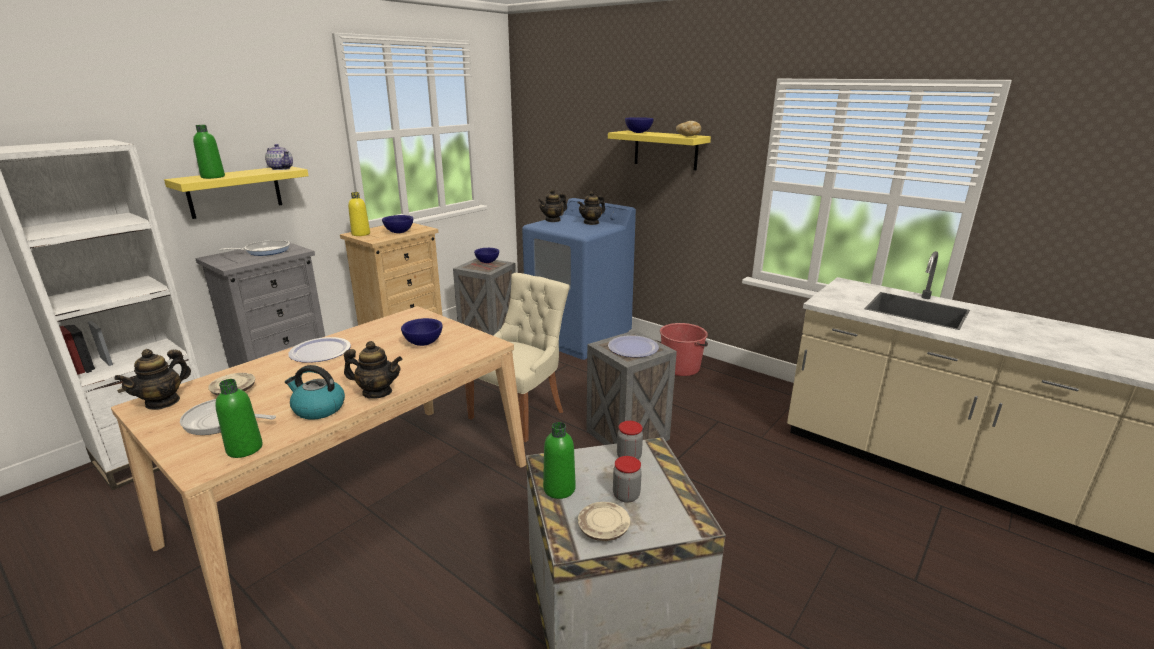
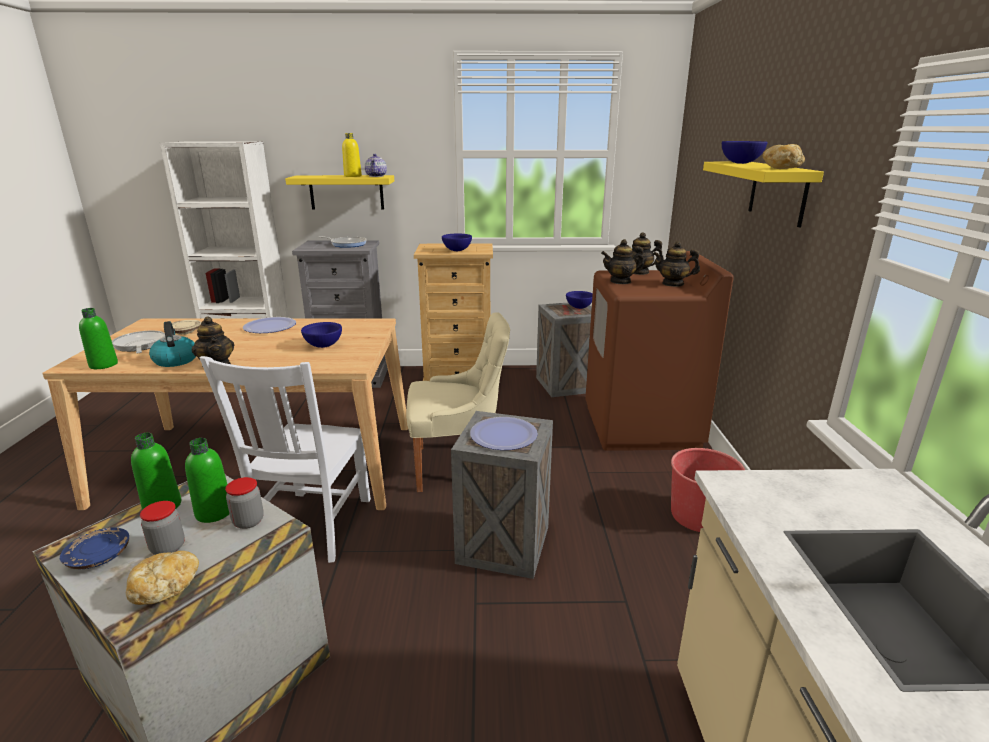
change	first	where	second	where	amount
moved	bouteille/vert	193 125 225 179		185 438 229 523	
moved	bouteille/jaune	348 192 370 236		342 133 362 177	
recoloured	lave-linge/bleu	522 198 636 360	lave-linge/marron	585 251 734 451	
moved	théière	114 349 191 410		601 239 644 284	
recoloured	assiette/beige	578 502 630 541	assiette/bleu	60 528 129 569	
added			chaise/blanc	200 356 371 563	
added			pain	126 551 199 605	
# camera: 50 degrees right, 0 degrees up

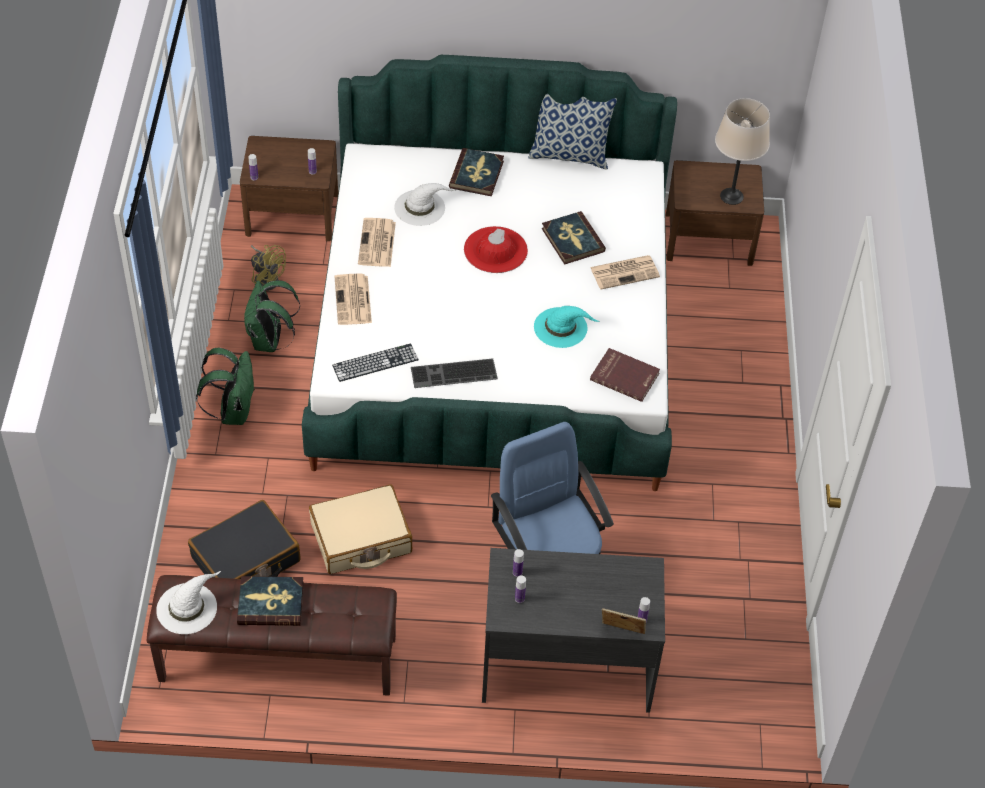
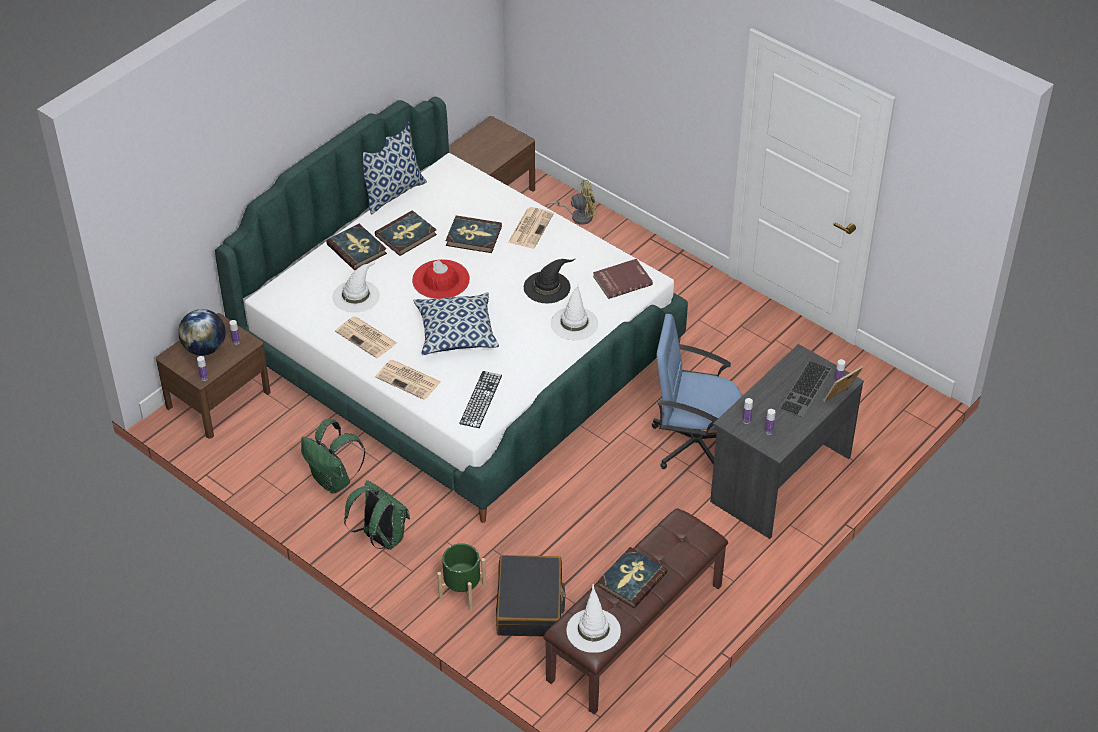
change	first	where	second	where	amount
removed	lampe de table/beige	715 98 770 205			
moved	ventilateur/jaune	251 245 286 291		545 180 597 225	
recoloured	chapeau/turquoise	534 306 600 348	chapeau/noir	524 259 575 303	
moved	clavier	411 358 498 388		779 361 833 418	
removed	valise/beige	309 485 412 574			
added			livre	375 210 437 256	
added			chapeau/blanc	551 284 598 341	
added			coussin	413 292 499 355	
added			globe	178 309 226 356	
added			cache-pot/vert	437 543 486 609	
# camera: 50 degrees left, 5 degrees down

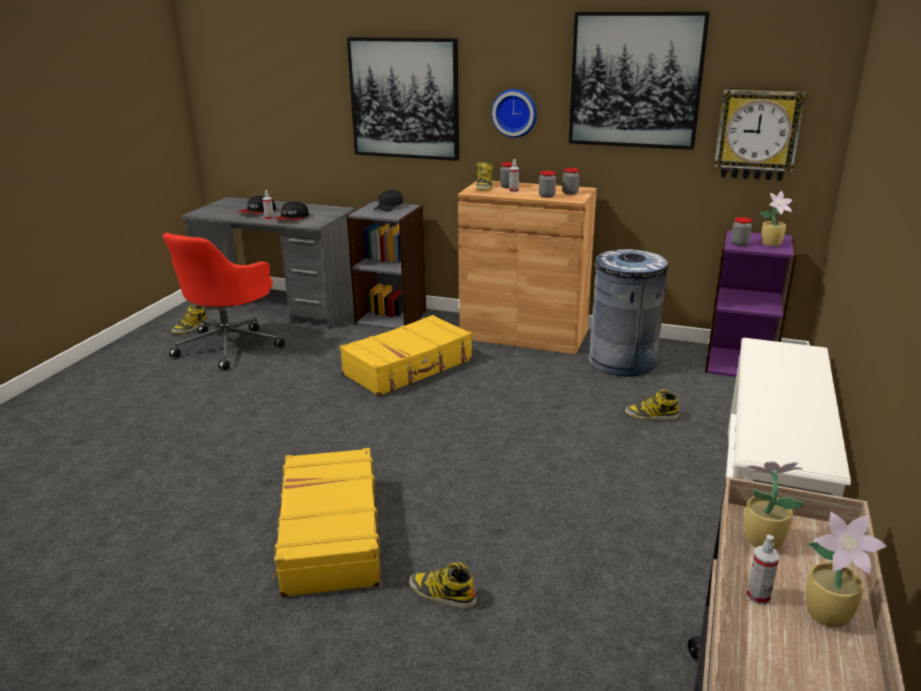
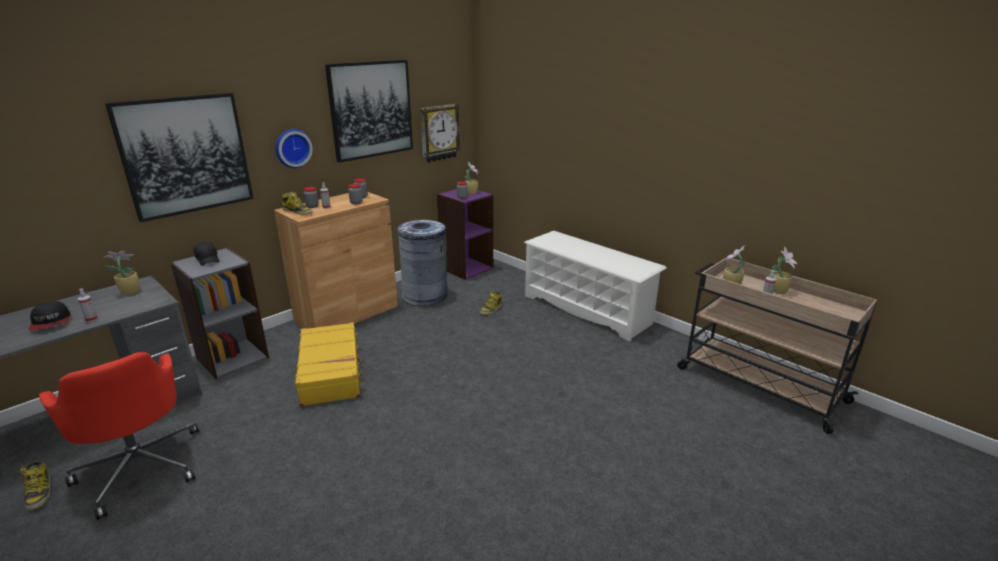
change	first	where	second	where	amount
removed	casquette	275 201 309 220			
removed	valise/jaune	272 448 381 597			
removed	botte	409 562 476 609			
added			plante en pot	104 251 139 295	
# camera: 65 degrees left, 0 degrees up

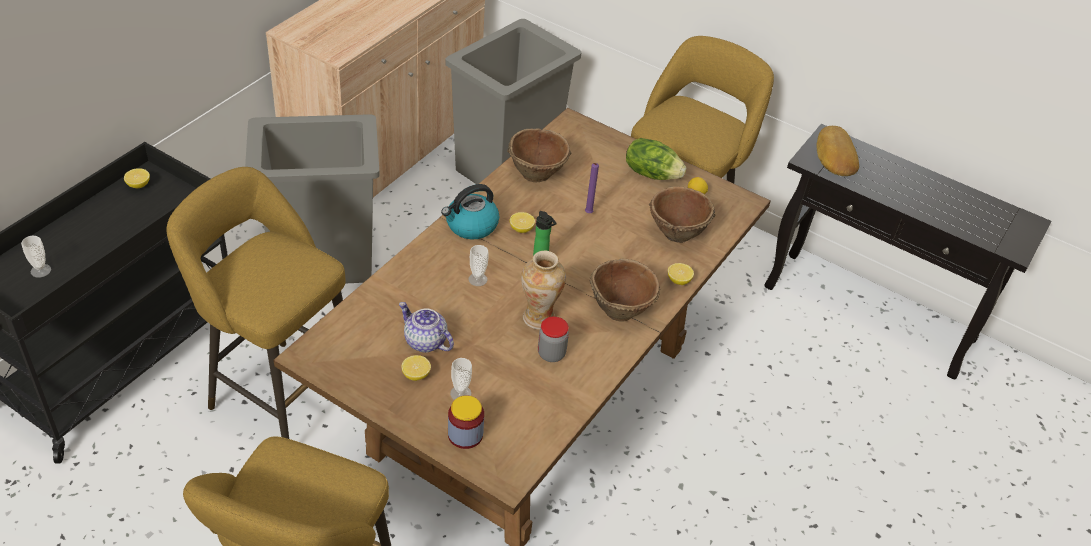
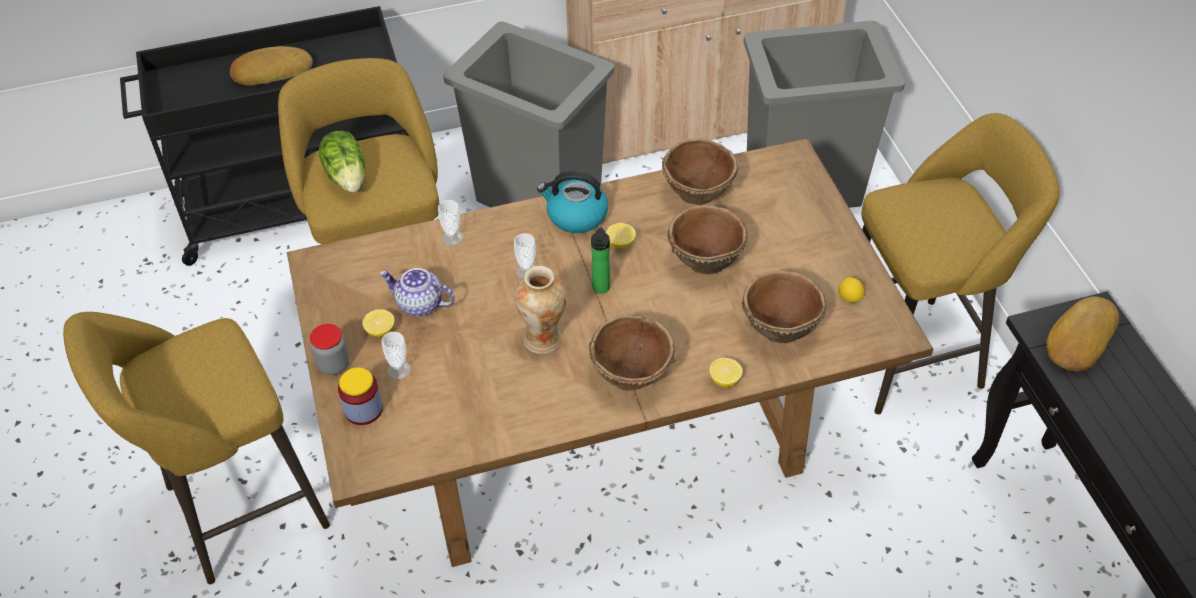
change	first	where	second	where	amount
moved	laitue	626 138 686 180		319 131 366 192	
replaced	bougie/violet	585 163 599 213	bol/marron	667 205 748 274	
removed	citron	124 168 150 188			
moved	tasse	21 236 51 278		438 200 463 246	
turned	théière	399 302 454 353		379 268 455 316	60 degrees counterclockwise
moved	bocal	538 316 569 362		310 324 349 375	
added			pain	230 46 313 86	
# camera: 45 degrees right, 5 degrees up

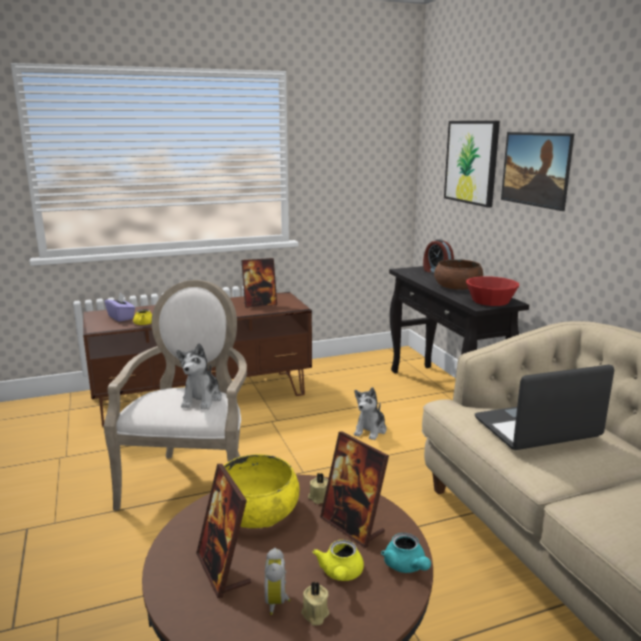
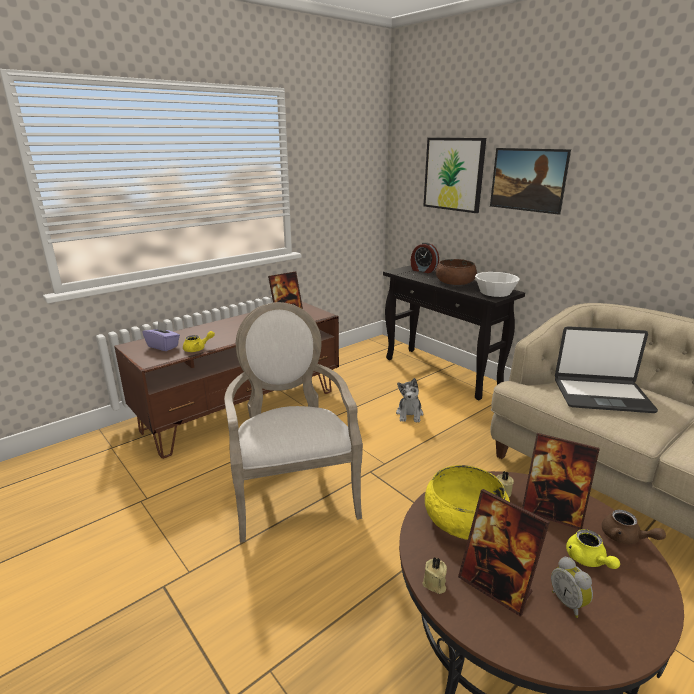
change	first	where	second	where	amount
recoloured	bol/rouge	466 276 519 306	bol/blanc	475 272 520 297	
removed	peluche	176 343 222 410			
turned	ordinateur portable	475 365 614 450		555 326 658 413	135 degrees counterclockwise
recoloured	théière/turquoise	381 533 431 573	théière/marron	602 510 666 545	
moved	bougie/beige	301 582 329 626		423 557 447 594	
# camera: 20 degrees left, 5 degrees up

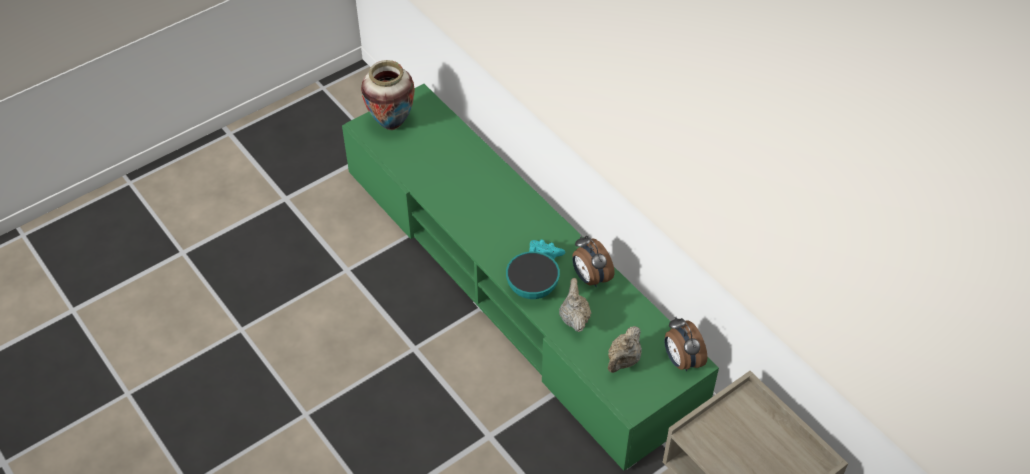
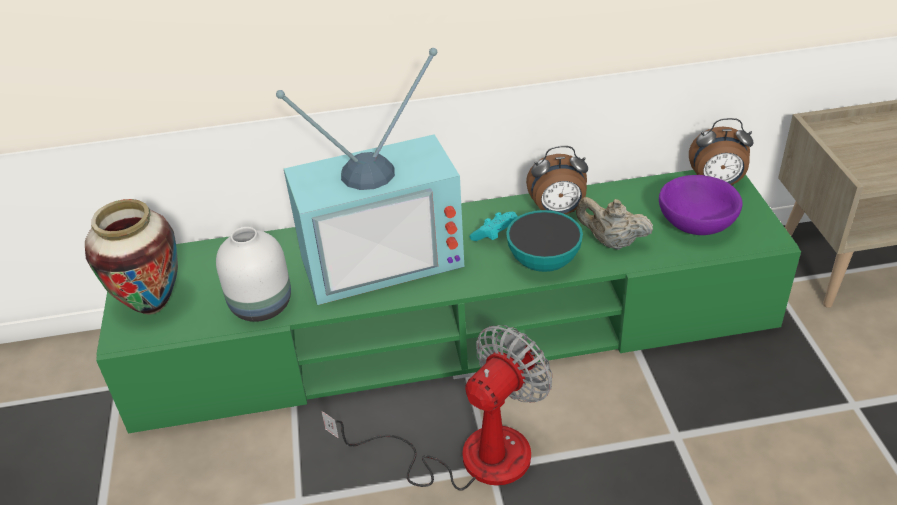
change	first	where	second	where	amount
replaced	théière/beige	608 326 642 373	bol/violet	659 175 743 235	
added			téléviseur	276 48 464 305	
added			vase/blanc	216 227 291 322	
added			ventilateur	321 325 552 491	
# camera: 60 degrees left, 10 degrees down

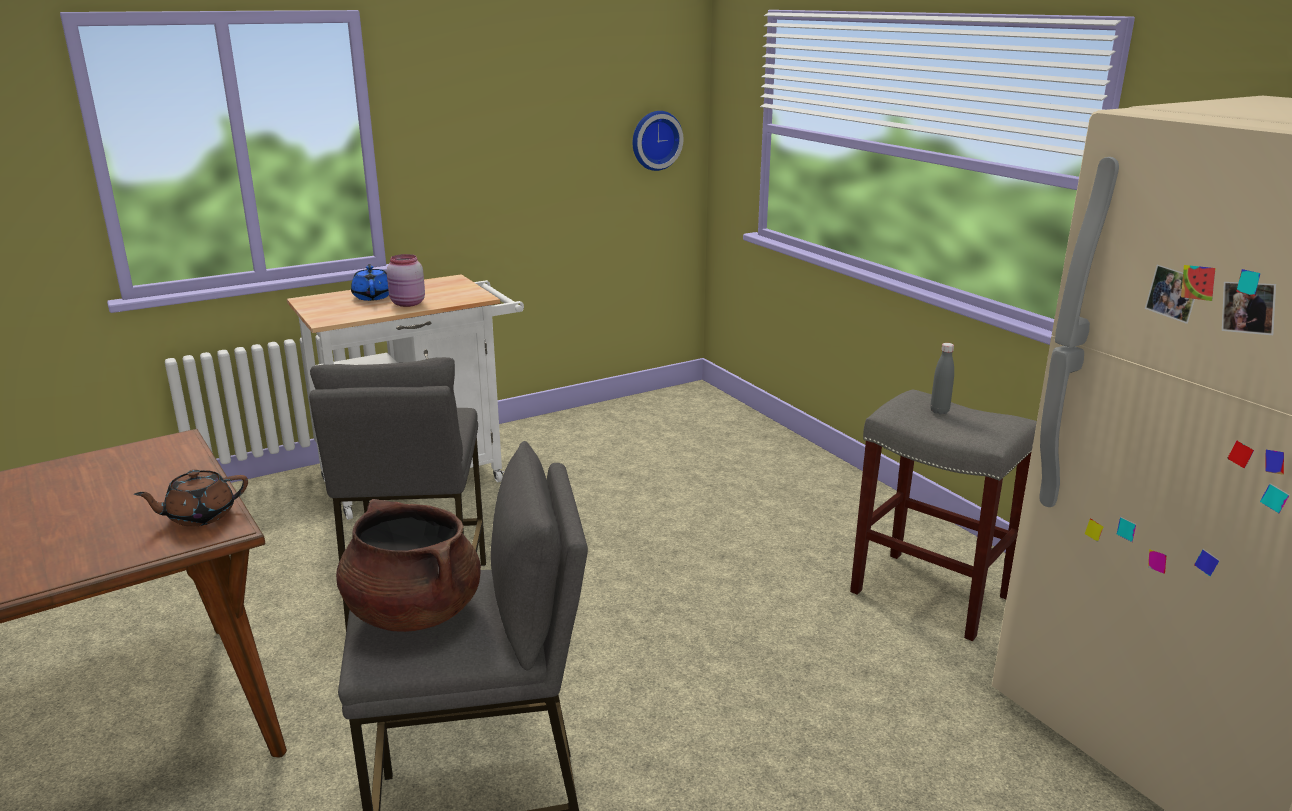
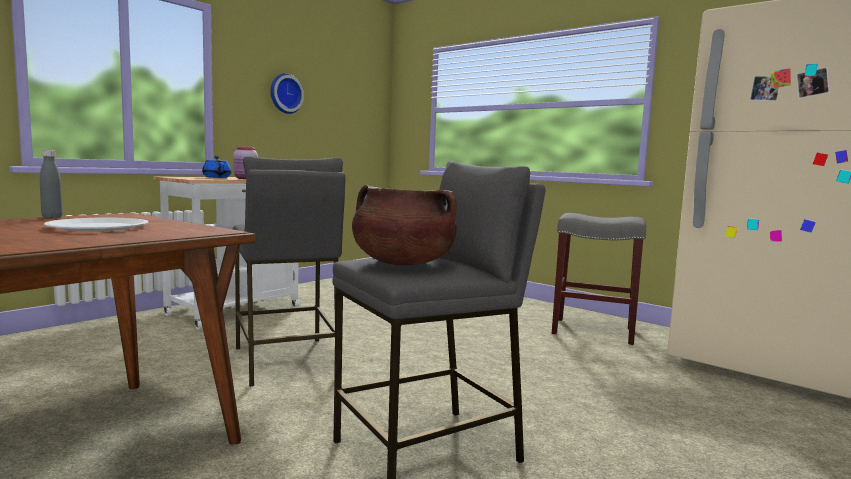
change	first	where	second	where	amount
moved	horloge murale	633 111 683 171		270 73 304 114	
moved	bouteille/gris	930 343 954 415		40 150 63 218	
removed	théière/marron	134 470 248 527			
added			assiette/blanc	44 217 149 231	
# camera: 20 degrees left, 15 degrees down

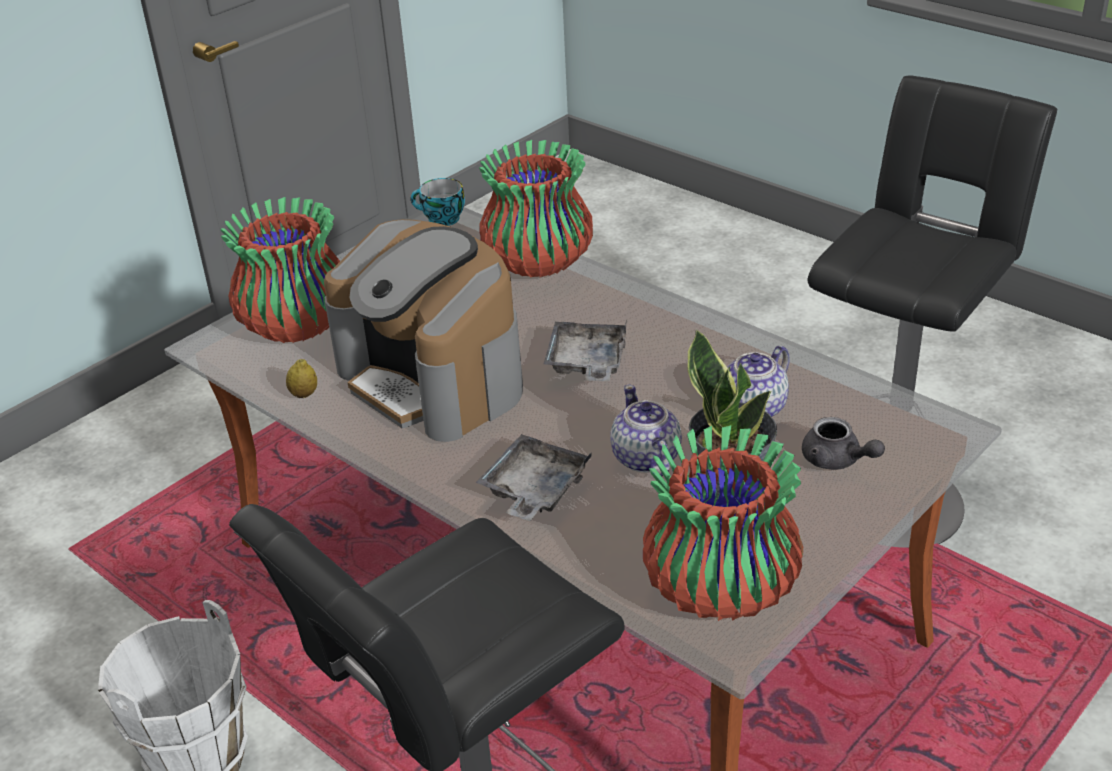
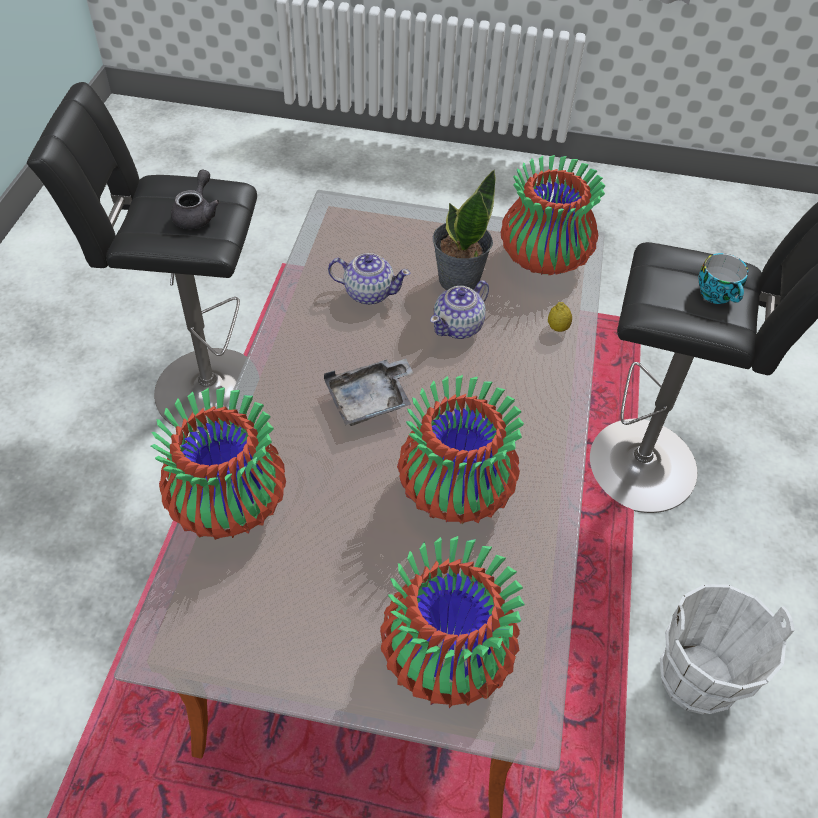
change	first	where	second	where	amount
moved	tasse	411 178 465 226		698 253 748 304	
replaced	machine à café	324 219 523 442	vase	397 375 524 524	
moved	citron	286 359 317 398		548 302 572 332	
moved	théière/gris	802 417 885 470		171 169 220 229	
removed	plateau/gris	476 434 592 521			
# camera: 125 degrees left, 15 degrees up

